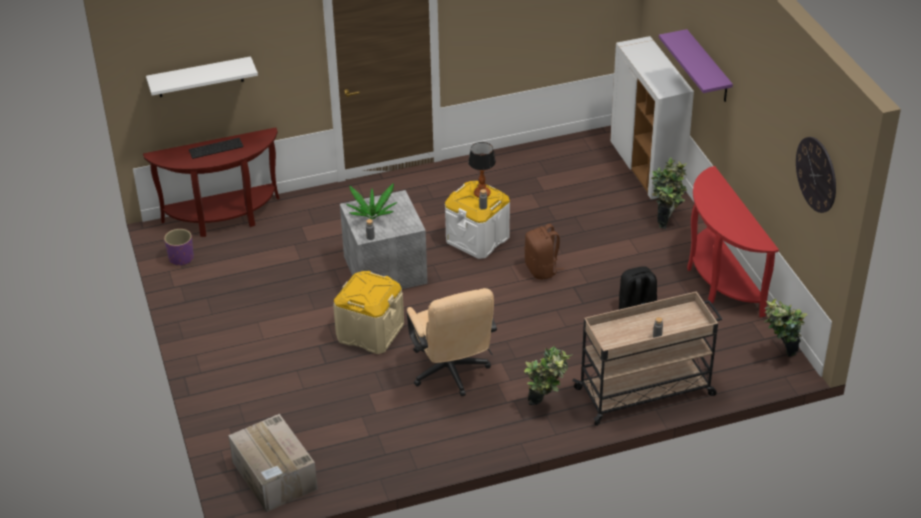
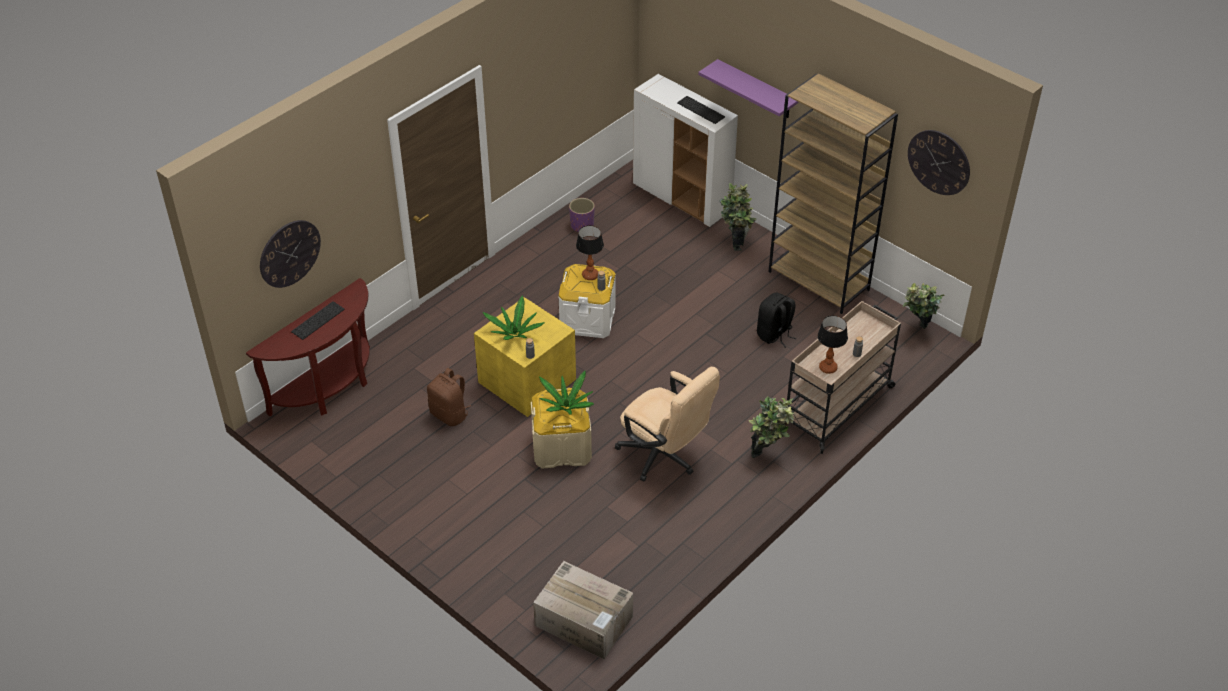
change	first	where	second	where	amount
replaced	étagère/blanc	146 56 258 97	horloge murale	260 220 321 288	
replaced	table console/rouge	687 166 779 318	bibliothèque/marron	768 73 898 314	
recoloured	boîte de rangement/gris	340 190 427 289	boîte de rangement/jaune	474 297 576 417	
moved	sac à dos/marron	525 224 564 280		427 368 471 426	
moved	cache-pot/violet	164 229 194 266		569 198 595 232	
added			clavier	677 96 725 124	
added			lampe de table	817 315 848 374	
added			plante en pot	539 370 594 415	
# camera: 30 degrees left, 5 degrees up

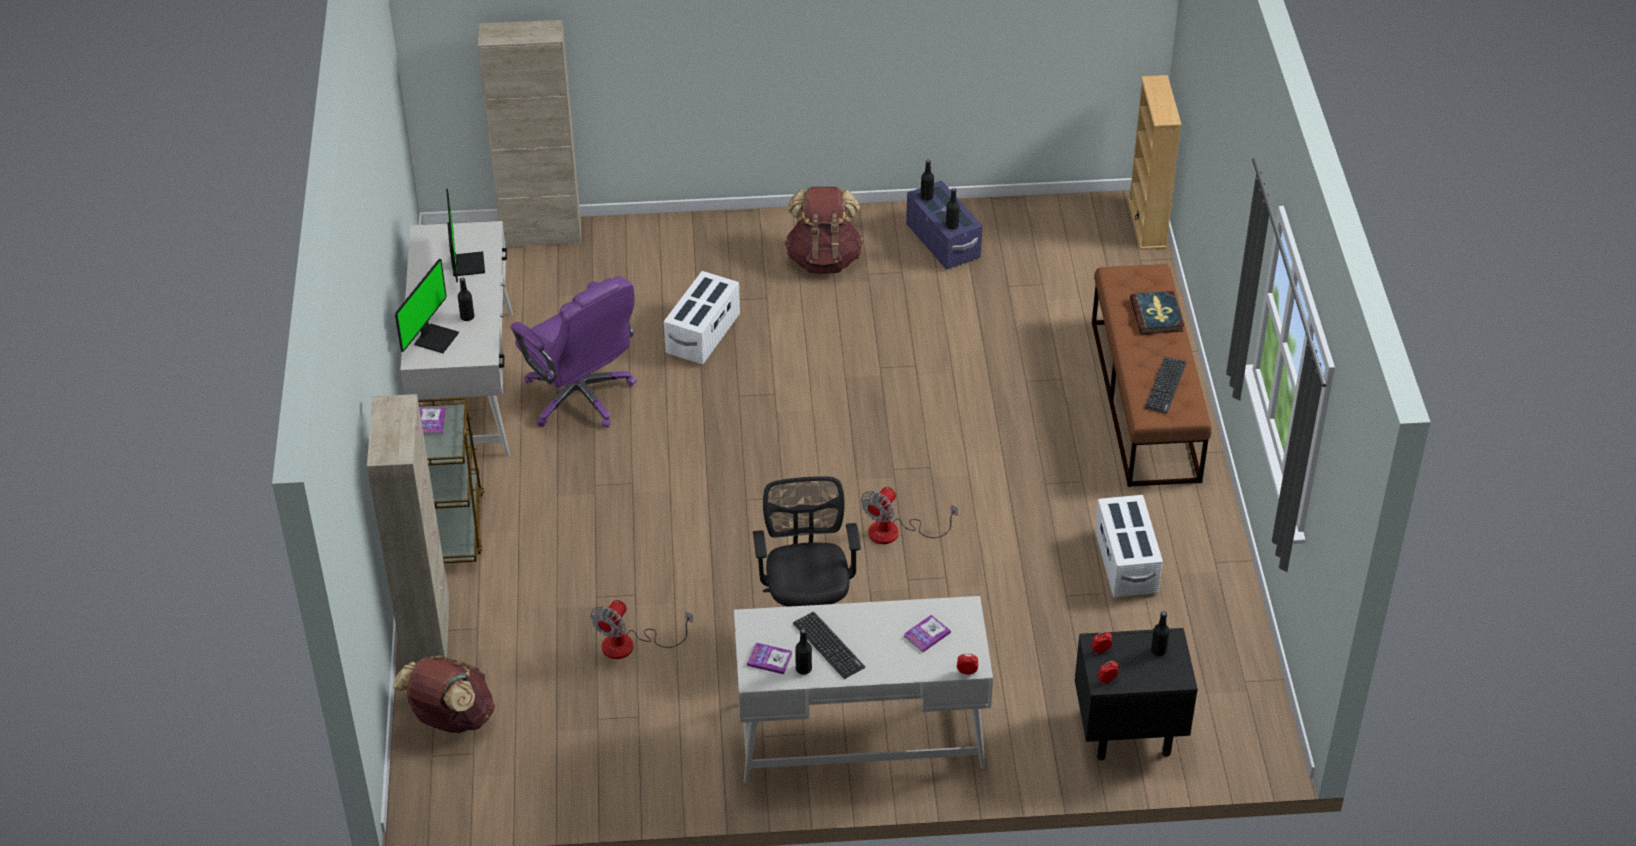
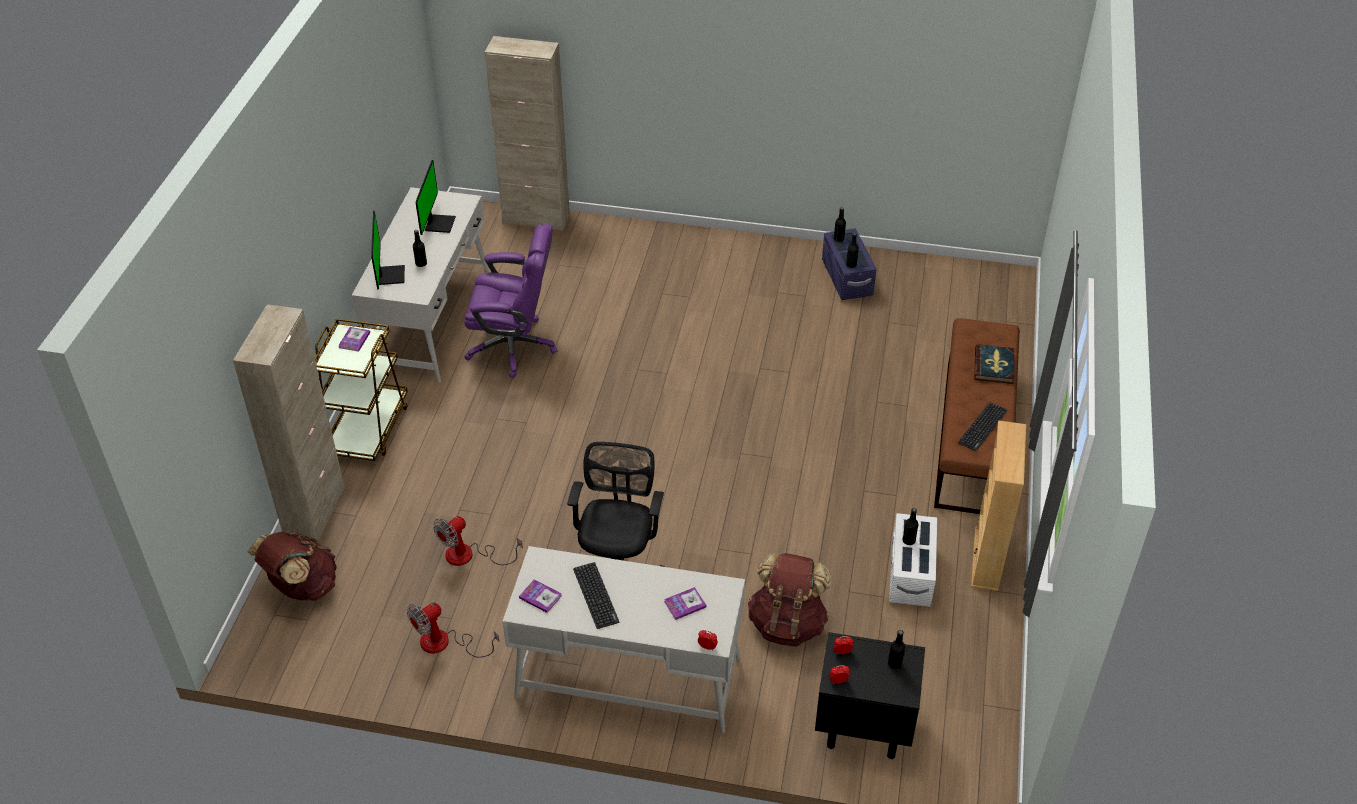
change	first	where	second	where	amount
moved	bibliothèque/beige	1128 75 1181 250		971 420 1026 591	
moved	sac à dos/marron	784 187 863 274		748 553 831 647	
turned	écran d'ordinateur	395 259 459 353		371 211 405 290	45 degrees counterclockwise
removed	boîte de rangement/blanc	664 271 740 365			
turned	chaise de bureau/violet	511 276 637 428		464 224 558 378	60 degrees counterclockwise
moved	ventilateur	861 487 958 544		407 603 499 658	
moved	bouteille/noir	795 629 812 675		903 508 918 545	
# camera: 15 degrees right, 0 degrees up

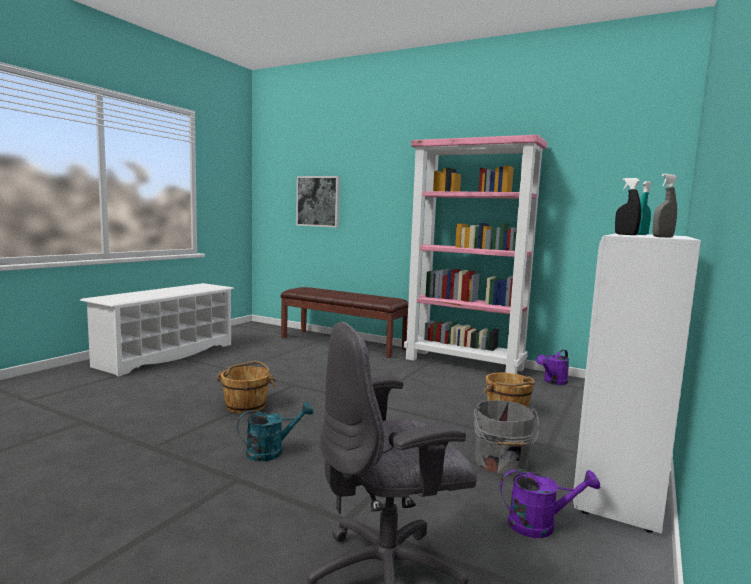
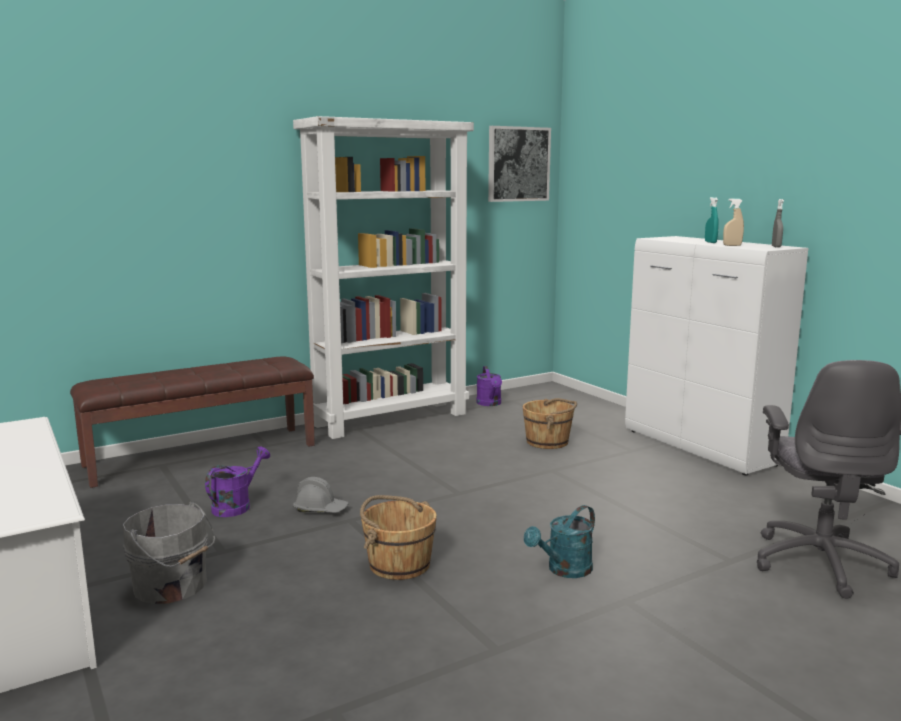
change	first	where	second	where	amount
recoloured	bibliothèque/rose	404 135 547 374	bibliothèque/blanc	293 116 474 439	
moved	tableau	296 176 340 227		488 126 551 202	
recoloured	vaporisateur/noir	615 178 641 235	vaporisateur/beige	723 198 744 246	
moved	seau/gris	474 400 539 475		123 502 215 604	
turned	arrosoir/turquoise	237 402 314 461		524 505 595 578	135 degrees counterclockwise
moved	arrosoir/violet	500 468 600 538		205 447 270 517	
added			casque de chantier/gris	293 477 349 513	
# camera: 60 degrees left, 5 degrees up

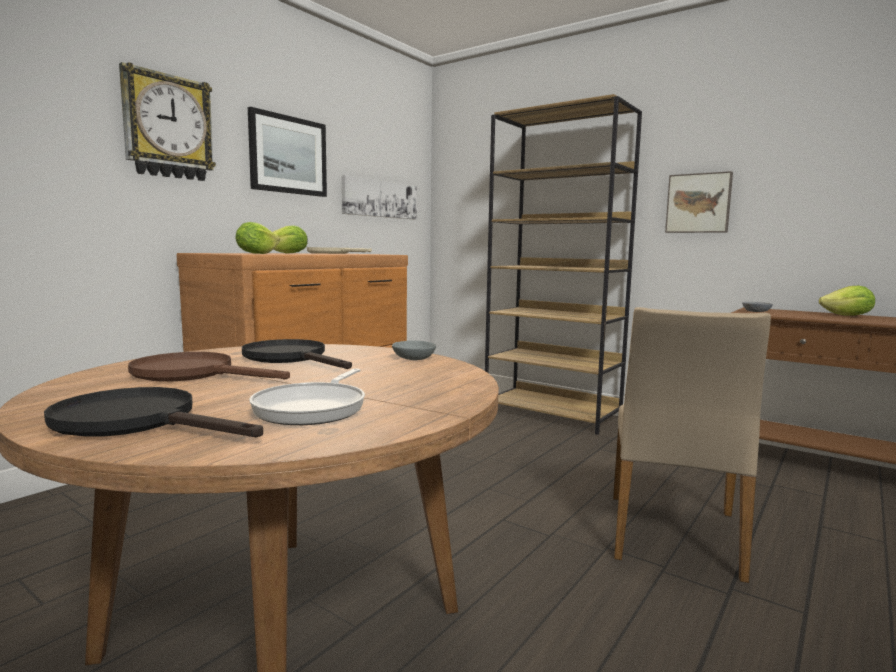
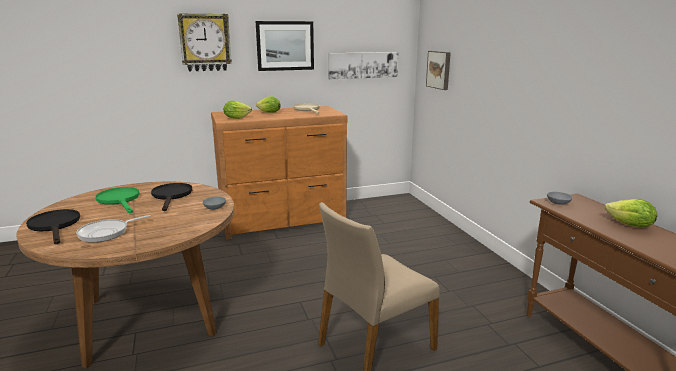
change	first	where	second	where	amount
removed	bibliothèque/marron	485 94 642 435			
moved	tableau	665 171 733 233		426 51 451 90	
recoloured	poêle/marron	128 352 290 382	poêle/vert	96 187 140 213	
# camera: 35 degrees right, 10 degrees up

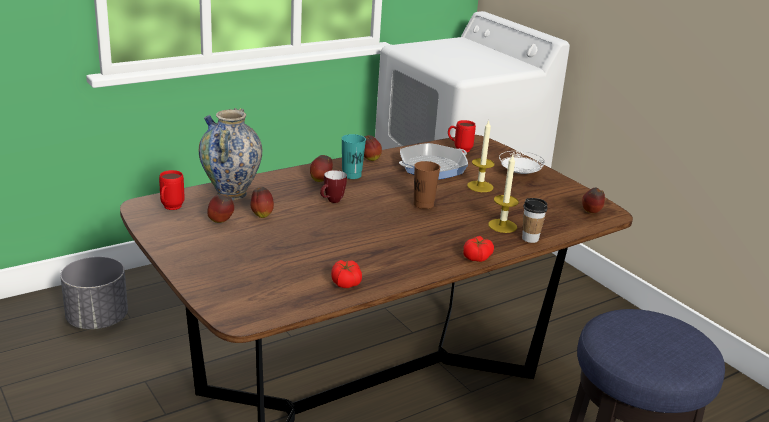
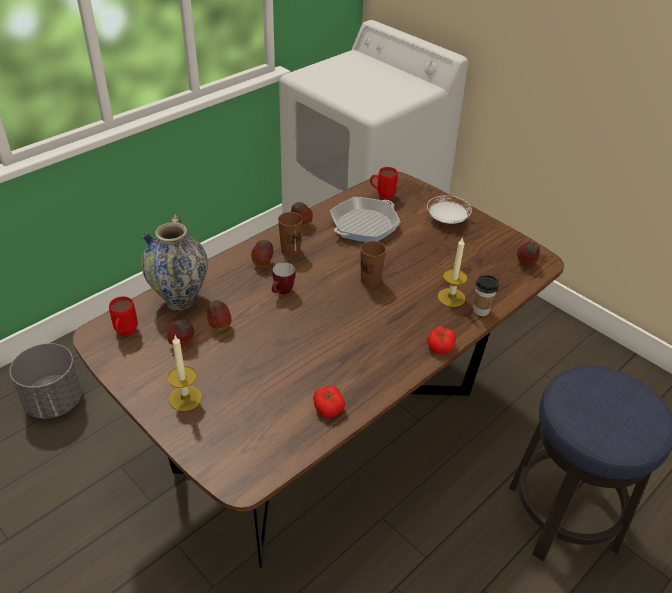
change	first	where	second	where	amount
moved	bougie	467 120 495 192		167 336 202 411	
recoloured	tasse/turquoise	342 134 366 179	tasse/marron	278 212 303 257	
# camera: 10 degrees left, 15 degrees up

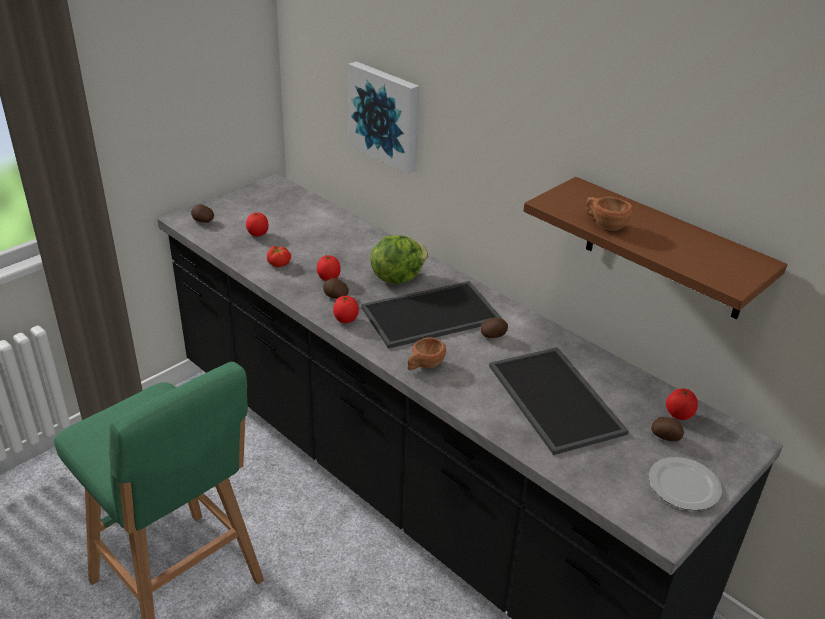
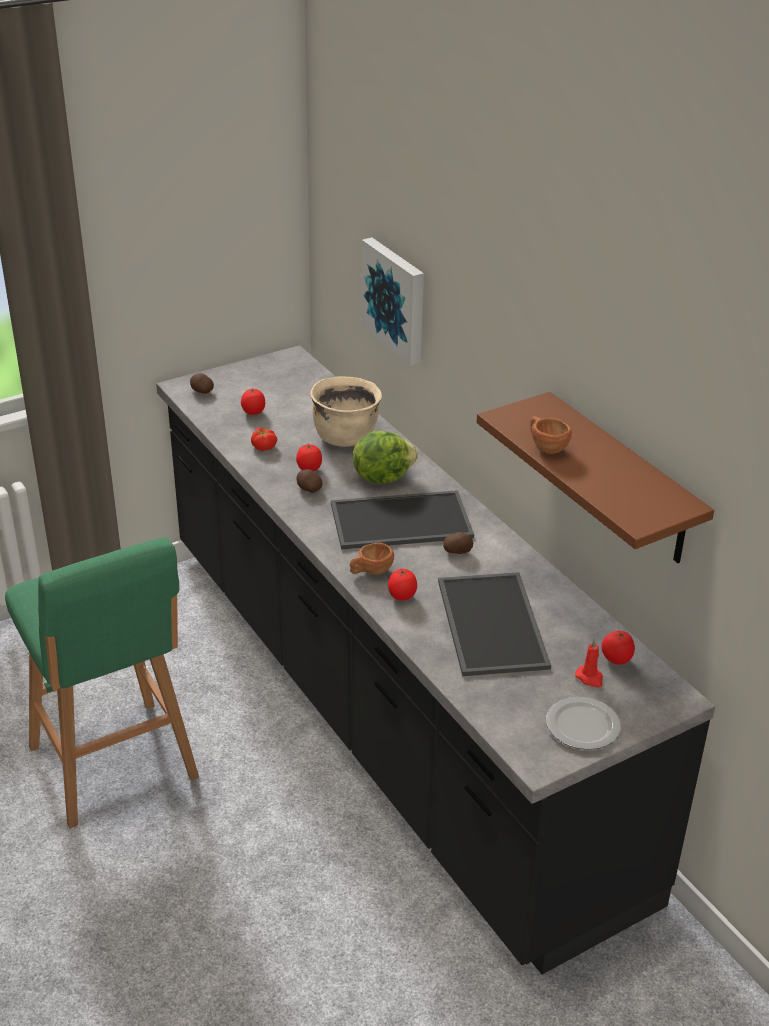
change	first	where	second	where	amount
moved	tomate	333 296 359 323		388 568 417 601	
replaced	pomme de terre	651 417 684 441	bougie/rouge	575 639 603 688	
added			marmite/beige	310 376 382 447	
# camera: 15 degrees right, 0 degrees up

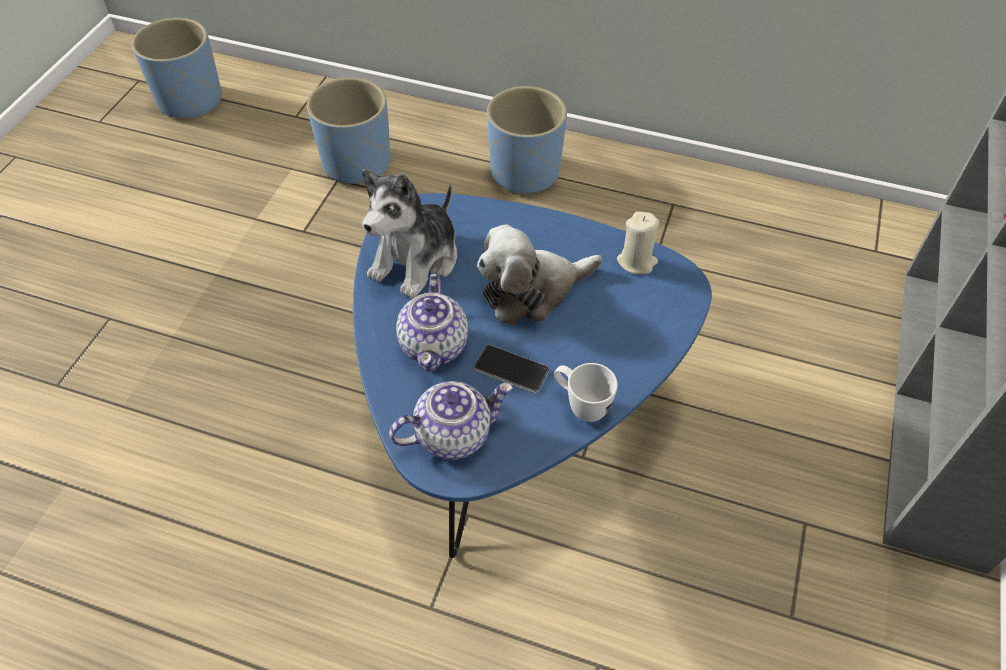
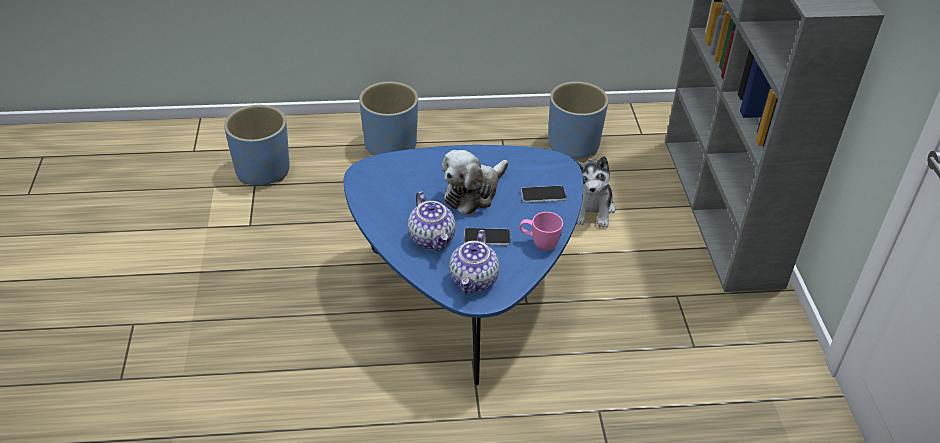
change	first	where	second	where	amount
moved	cache-pot/bleu	132 18 222 119		548 81 608 158	
moved	peluche	362 169 457 299		576 156 615 228	
removed	bougie/beige	617 212 659 274			
recoloured	mug/blanc	554 363 618 422	mug/rose	520 212 563 250	
turned	théière	389 381 513 460		449 230 499 295	150 degrees clockwise
added			téléphone	521 186 567 203	
# camera: 25 degrees left, 10 degrees down

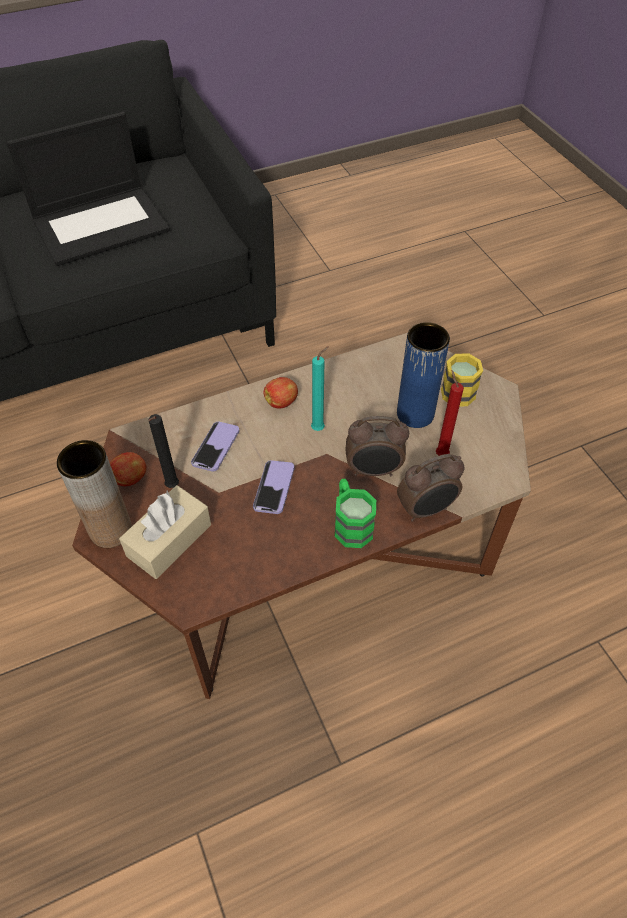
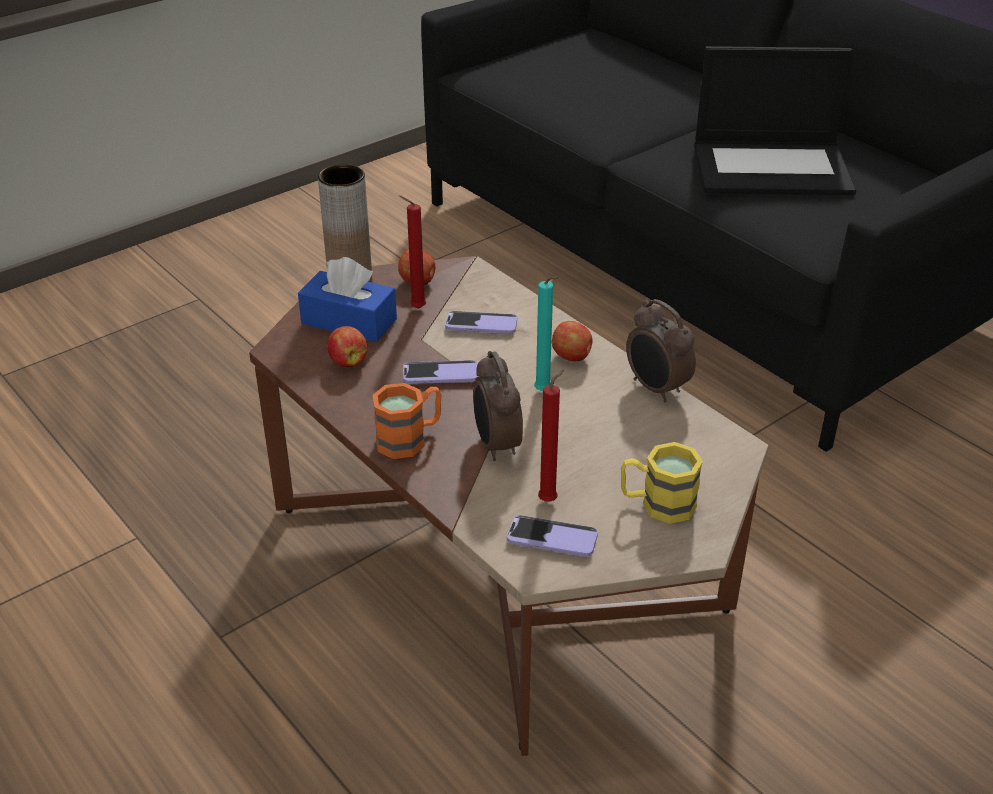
change	first	where	second	where	amount
turned	ordinateur portable	6 112 170 266		694 46 856 195	45 degrees counterclockwise
removed	vase/bleu	397 322 450 428			
recoloured	bougie/noir	148 414 179 488	bougie/rouge	399 195 426 309	
moved	réveil	397 454 465 522		626 299 696 402	
recoloured	mug/vert	335 479 376 548	mug/orange	373 383 442 459	
recoloured	boîte à mouchoirs/beige	119 485 211 579	boîte à mouchoirs/bleu	298 257 397 342	
added			pomme	327 326 367 367	
added			téléphone	507 515 598 557	
# camera: 75 degrees right, 15 degrees down

